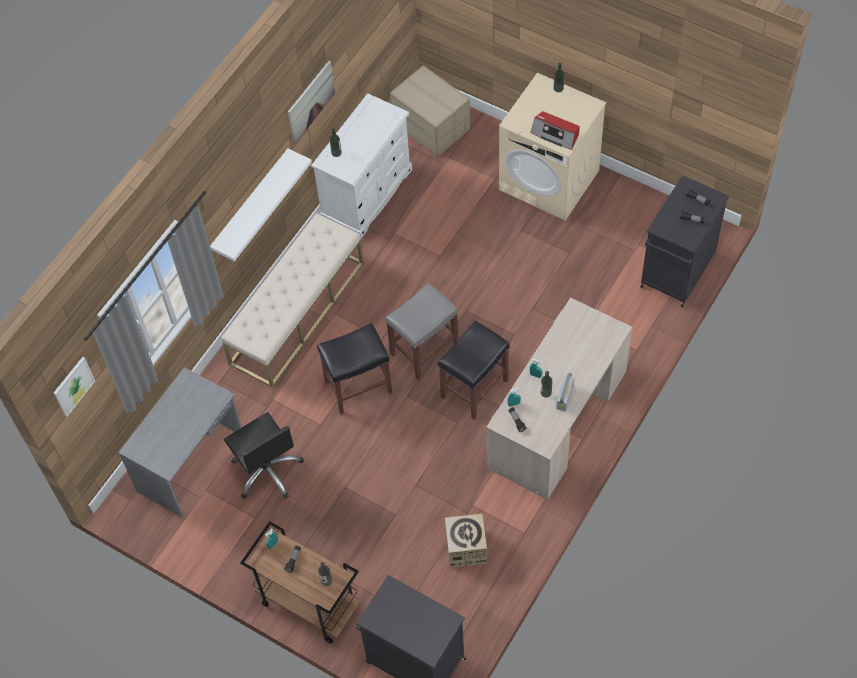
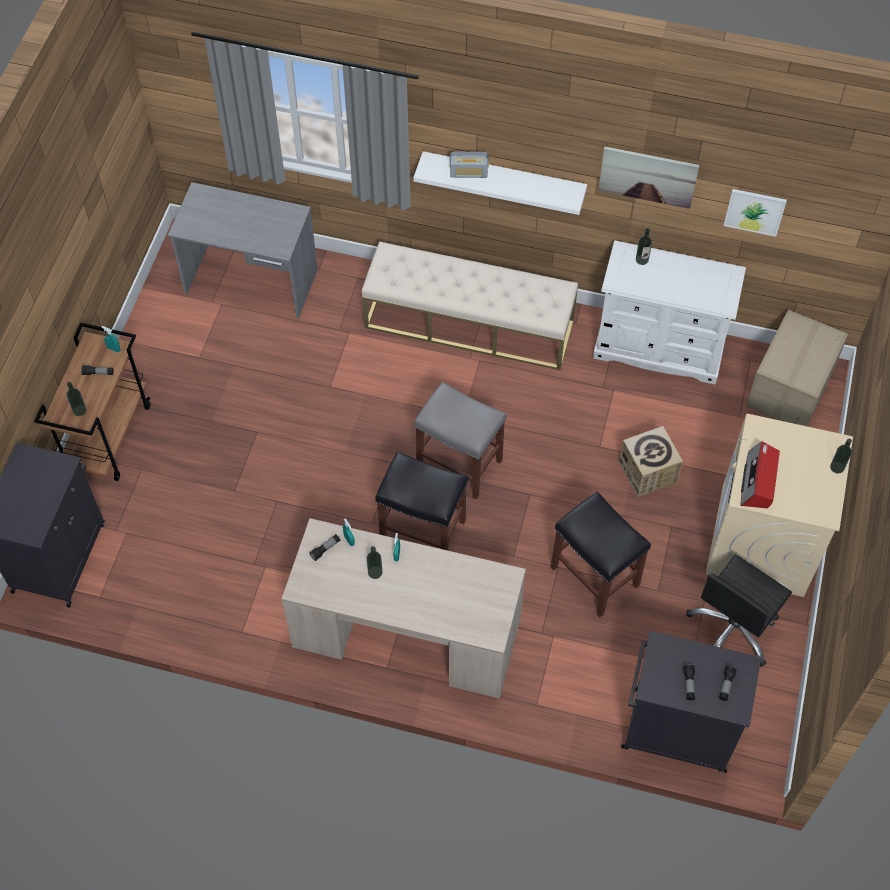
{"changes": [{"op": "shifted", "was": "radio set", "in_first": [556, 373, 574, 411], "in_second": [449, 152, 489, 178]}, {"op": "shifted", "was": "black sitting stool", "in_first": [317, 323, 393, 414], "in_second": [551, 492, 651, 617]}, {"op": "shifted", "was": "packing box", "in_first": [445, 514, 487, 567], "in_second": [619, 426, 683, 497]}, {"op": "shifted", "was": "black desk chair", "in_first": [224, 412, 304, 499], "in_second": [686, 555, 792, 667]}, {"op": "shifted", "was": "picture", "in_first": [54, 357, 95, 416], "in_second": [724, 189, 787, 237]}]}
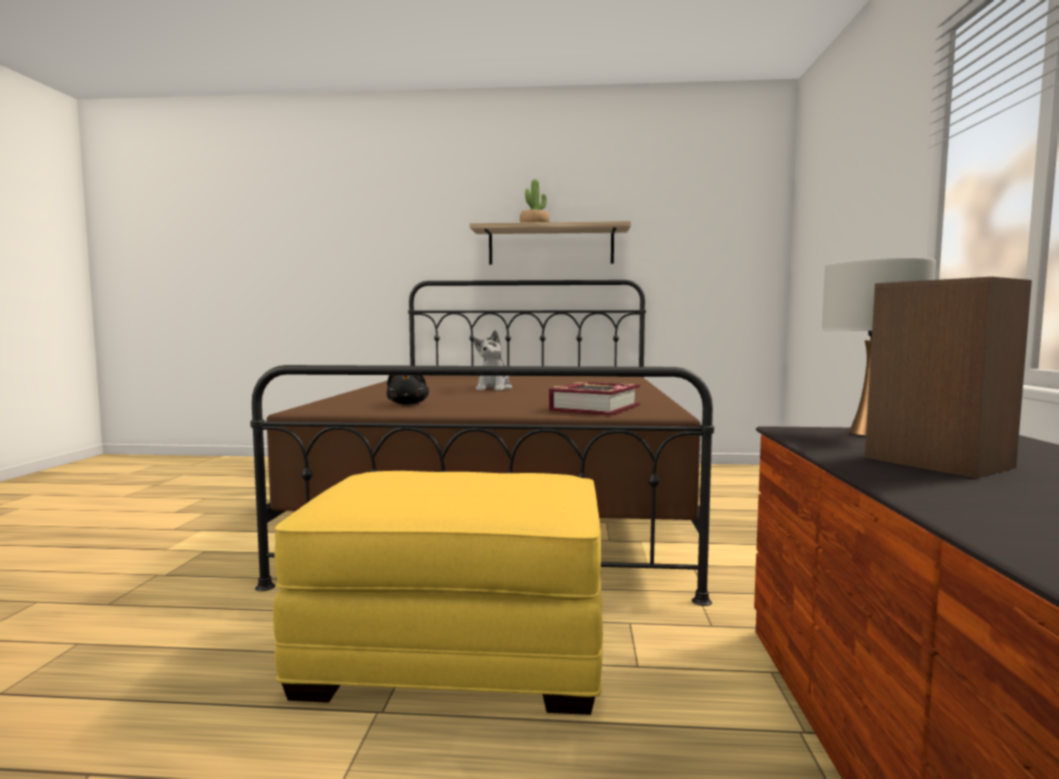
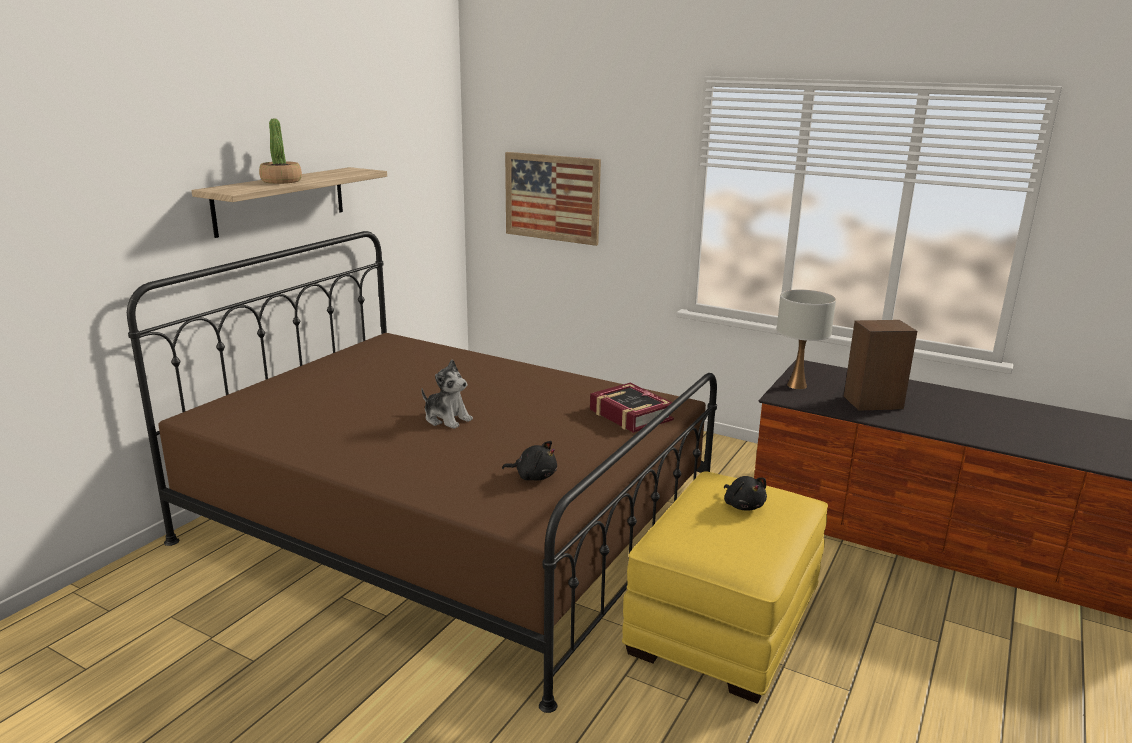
{"changes": [{"op": "new", "now": "picture", "in_second": [505, 152, 601, 246]}, {"op": "new", "now": "black soft toy", "in_second": [724, 476, 767, 511]}]}
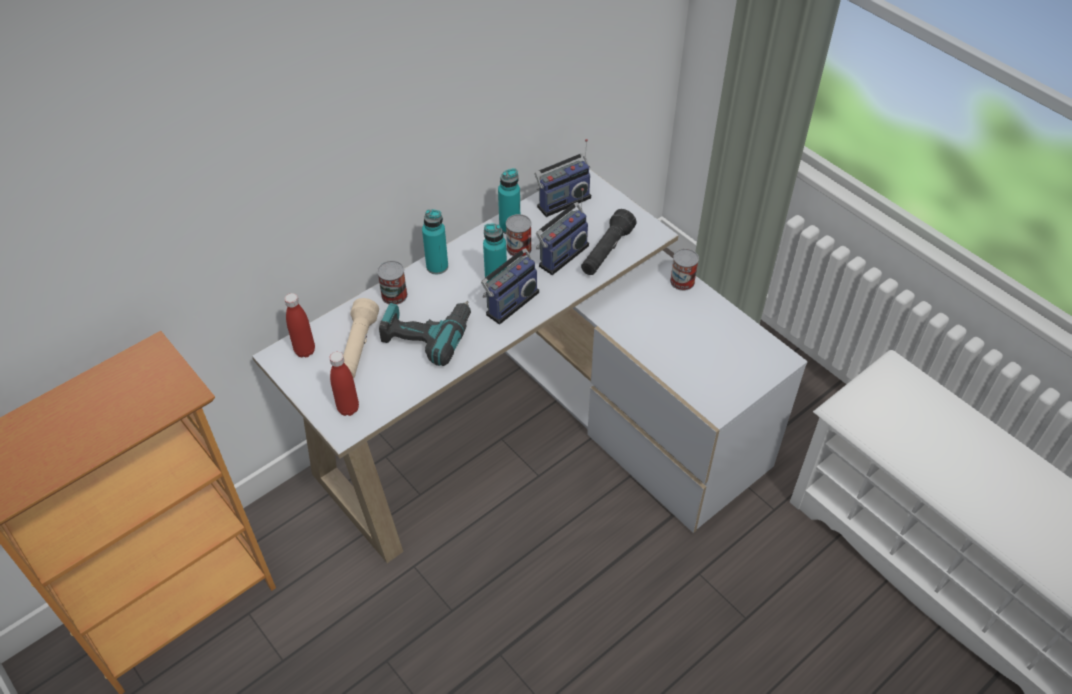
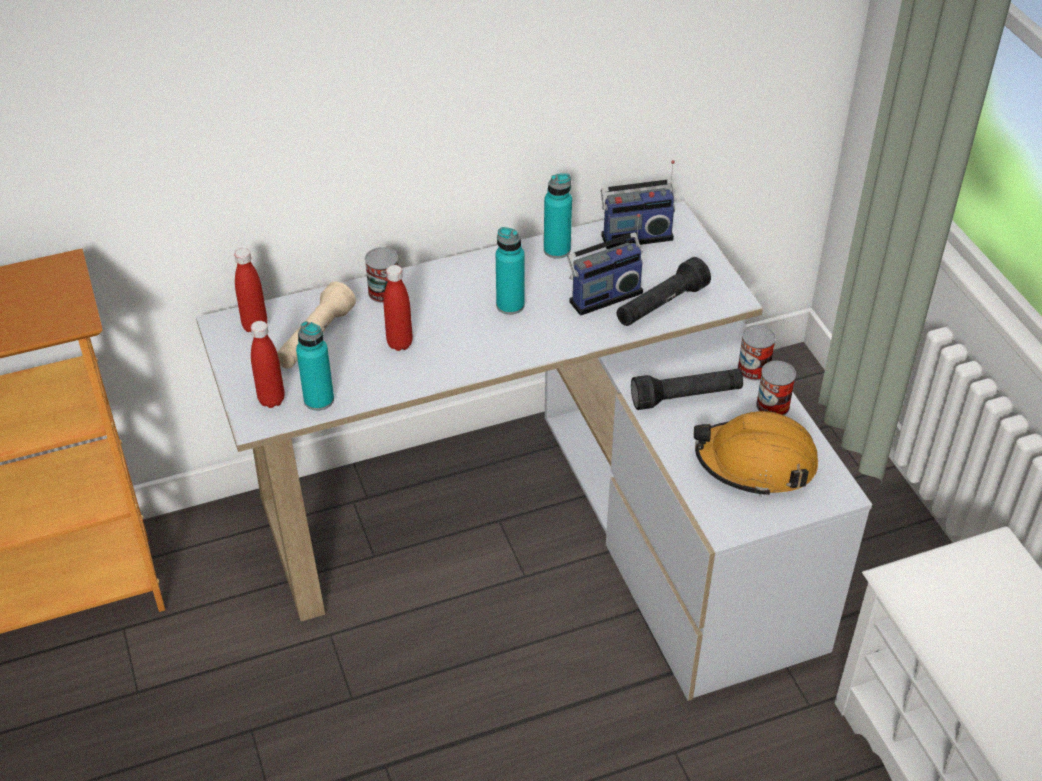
{"changes": [{"op": "shifted", "was": "turquoise-coloured drink bottle", "in_first": [422, 209, 448, 274], "in_second": [296, 321, 334, 411]}, {"op": "swapped", "was": "electric drill", "now": "red drink bottle", "in_first": [379, 301, 471, 366], "in_second": [384, 265, 413, 351]}, {"op": "new", "now": "black flashlight", "in_second": [631, 369, 743, 410]}, {"op": "new", "now": "orangey safety helmet", "in_second": [694, 411, 818, 497]}, {"op": "shifted", "was": "metal can", "in_first": [506, 214, 532, 258], "in_second": [756, 361, 796, 415]}, {"op": "gone", "was": "radio set", "in_first": [481, 235, 539, 324]}]}
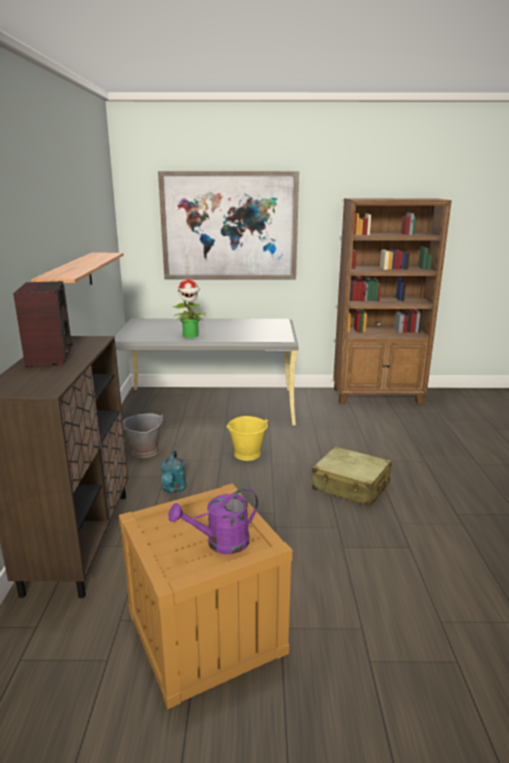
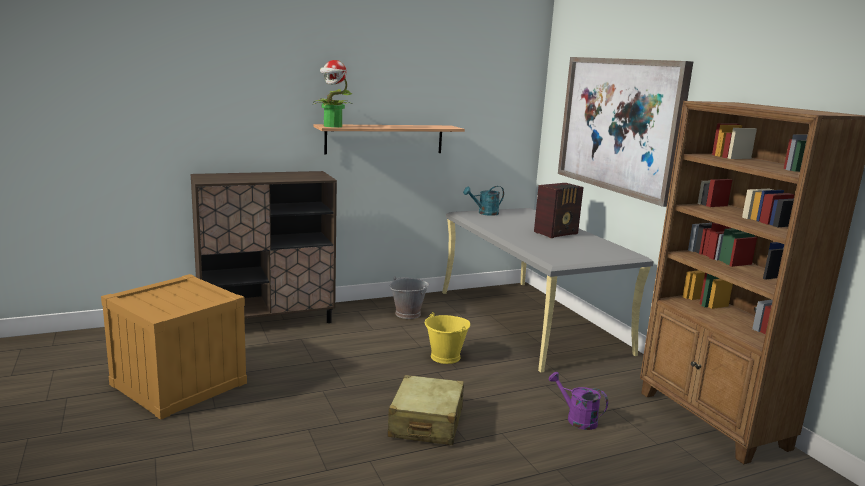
{"changes": [{"op": "shifted", "was": "potted plant", "in_first": [173, 279, 206, 338], "in_second": [312, 60, 353, 127]}, {"op": "shifted", "was": "turquoise-coloured watering pot", "in_first": [161, 451, 187, 494], "in_second": [463, 186, 504, 216]}, {"op": "shifted", "was": "radio set", "in_first": [13, 281, 73, 367], "in_second": [534, 183, 584, 238]}, {"op": "shifted", "was": "purple-coloured watering pot", "in_first": [169, 488, 258, 554], "in_second": [549, 372, 608, 430]}]}
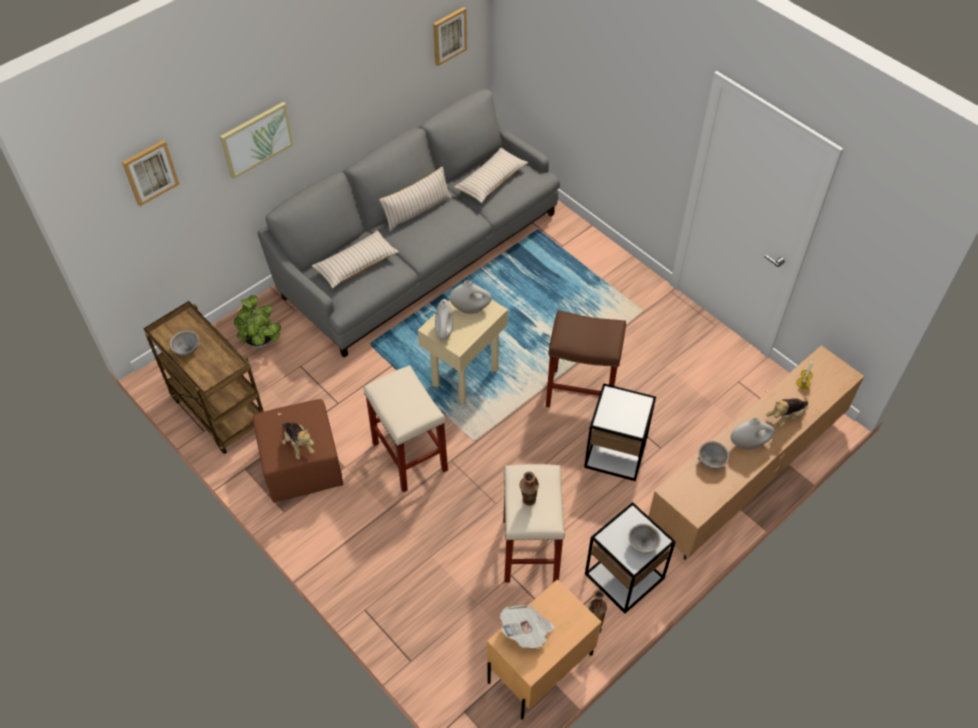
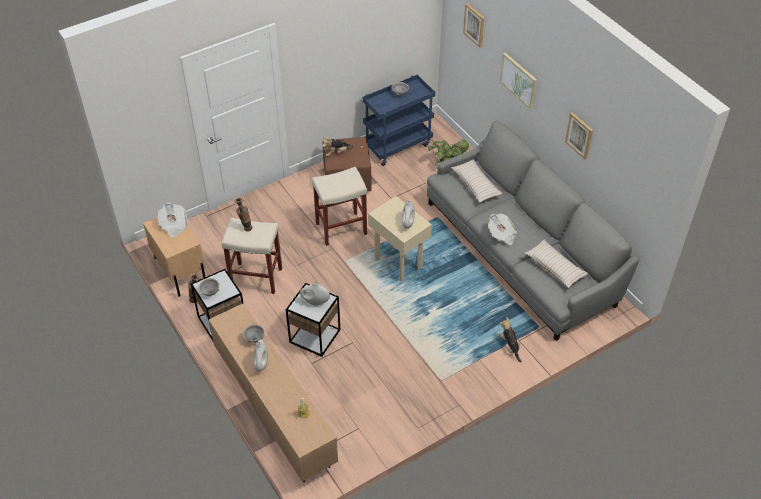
{"changes": [{"op": "shifted", "was": "white decorative vase", "in_first": [435, 299, 453, 340], "in_second": [300, 282, 330, 306]}, {"op": "repainted", "was": "brown-coloured trolley", "now": "blue-coloured trolley", "in_first": [143, 301, 264, 454], "in_second": [363, 75, 435, 166]}, {"op": "new", "now": "newspaper", "in_second": [488, 214, 517, 245]}, {"op": "shifted", "was": "soft toy", "in_first": [766, 398, 808, 428], "in_second": [500, 318, 522, 362]}, {"op": "shifted", "was": "picture", "in_first": [433, 7, 467, 66], "in_second": [565, 112, 593, 159]}, {"op": "gone", "was": "beige cushion", "in_first": [379, 166, 452, 231]}, {"op": "gone", "was": "brown-coloured sitting stool", "in_first": [546, 310, 626, 407]}]}
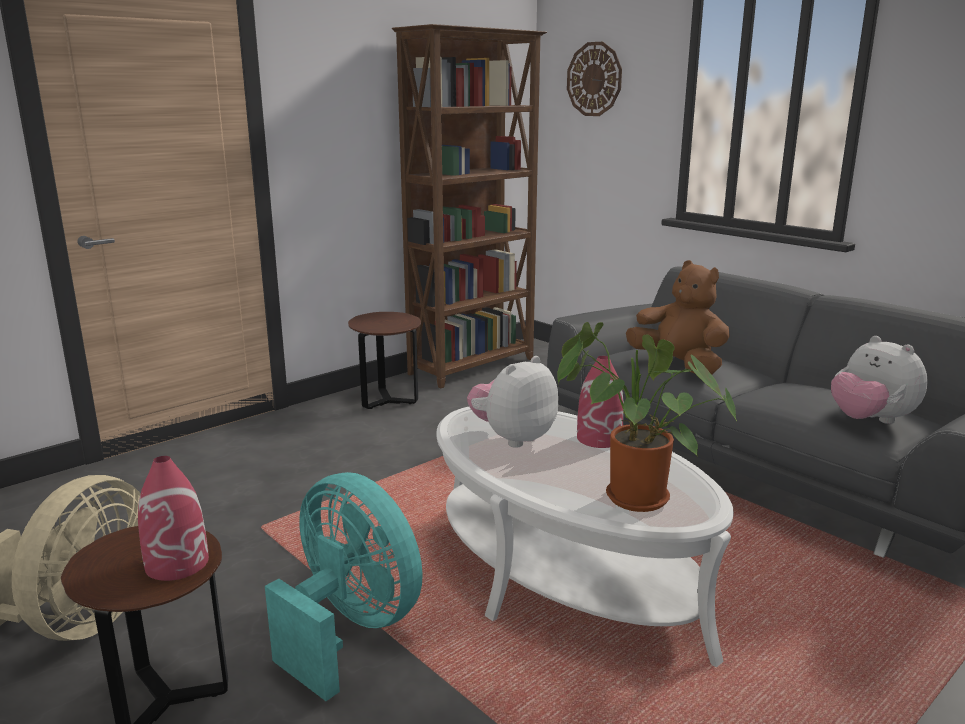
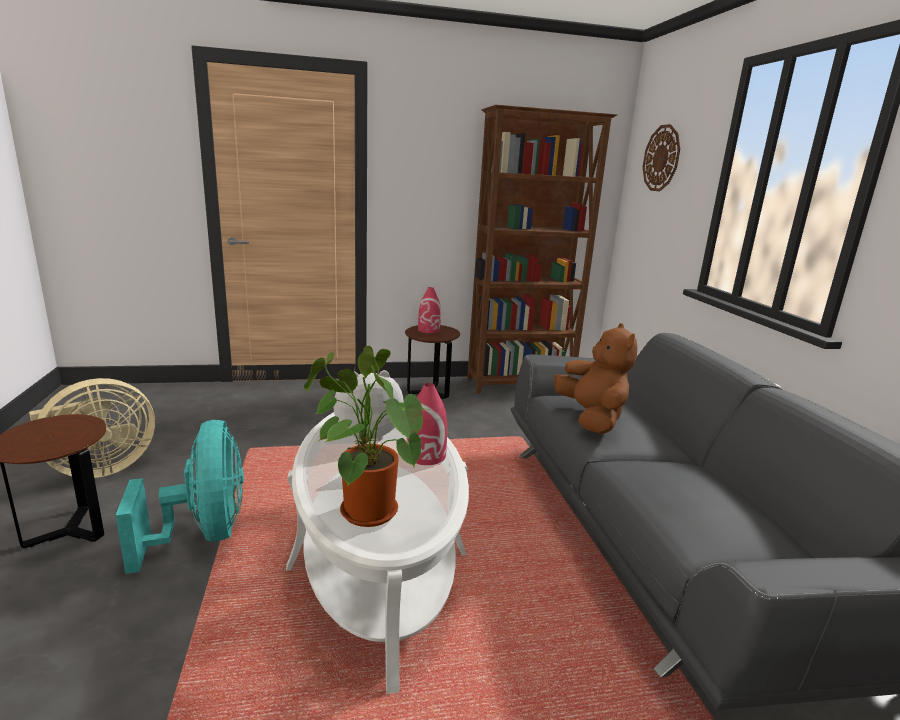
{"changes": [{"op": "shifted", "was": "red decorative vase", "in_first": [138, 456, 209, 581], "in_second": [418, 287, 441, 333]}, {"op": "gone", "was": "soft toy", "in_first": [831, 336, 928, 424]}]}
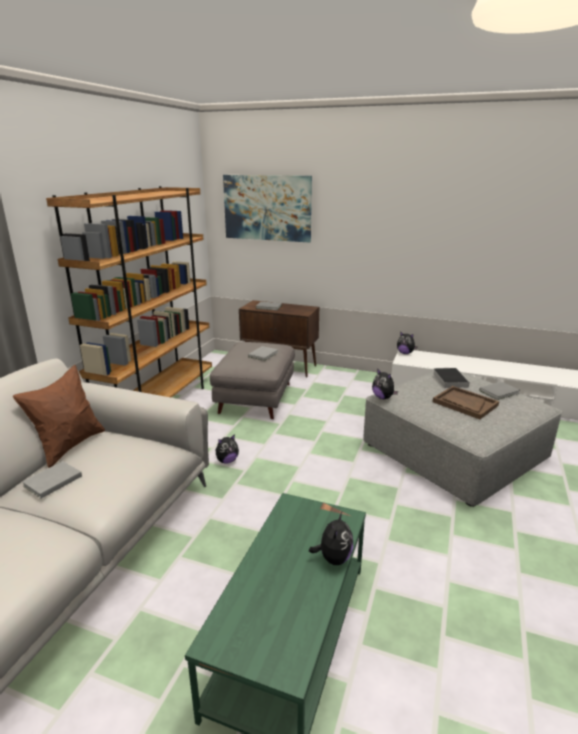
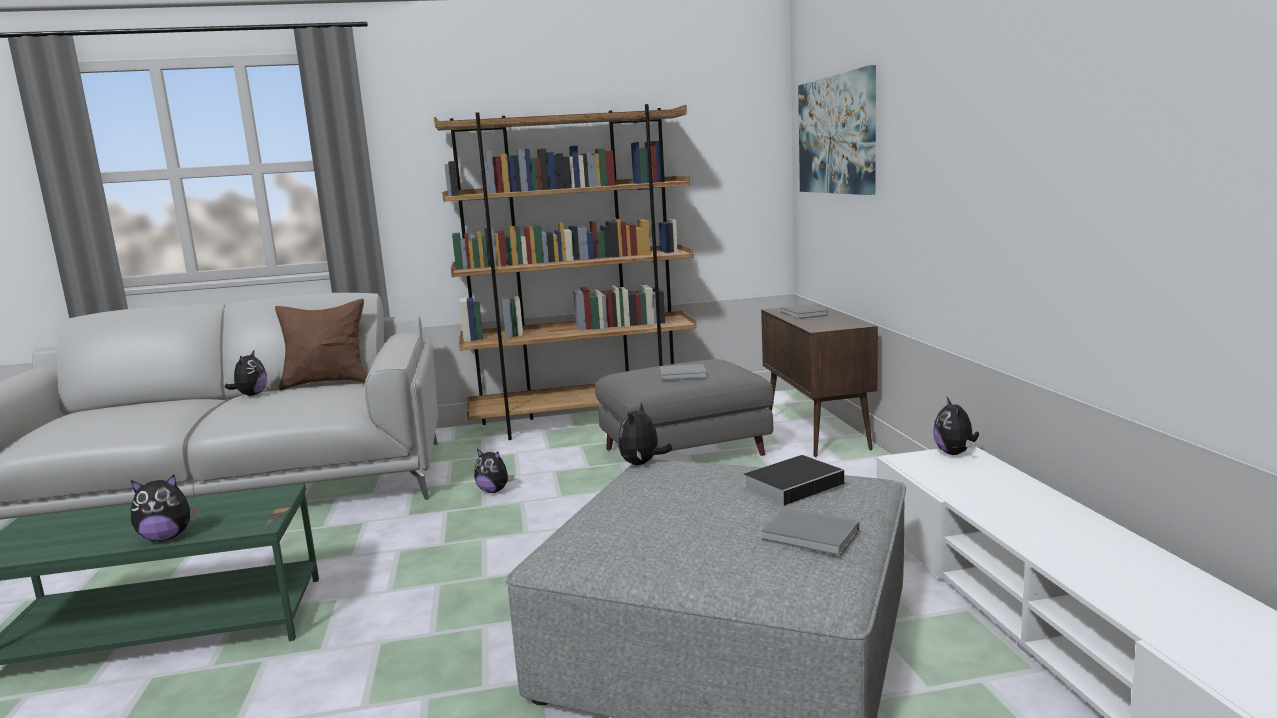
{"changes": [{"op": "swapped", "was": "grey volume", "now": "soft toy", "in_first": [22, 461, 82, 498], "in_second": [225, 350, 267, 396]}, {"op": "gone", "was": "brown-coloured serving tray", "in_first": [432, 386, 499, 419]}]}
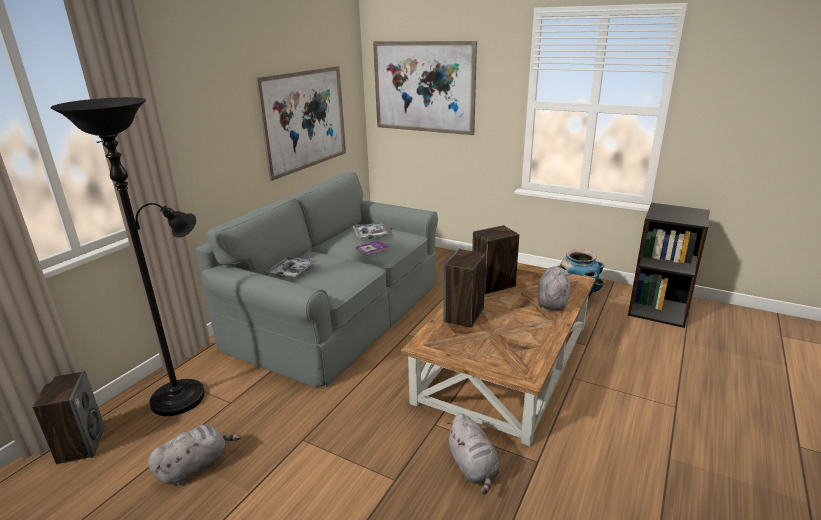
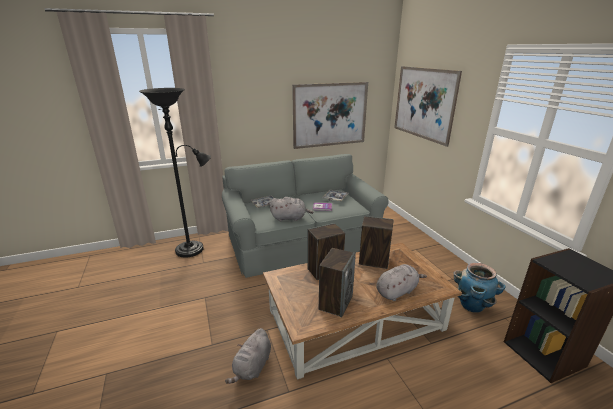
{"changes": [{"op": "shifted", "was": "grey soft toy", "in_first": [148, 424, 241, 485], "in_second": [270, 197, 314, 221]}, {"op": "shifted", "was": "audio speaker", "in_first": [32, 371, 105, 464], "in_second": [319, 248, 356, 318]}]}
